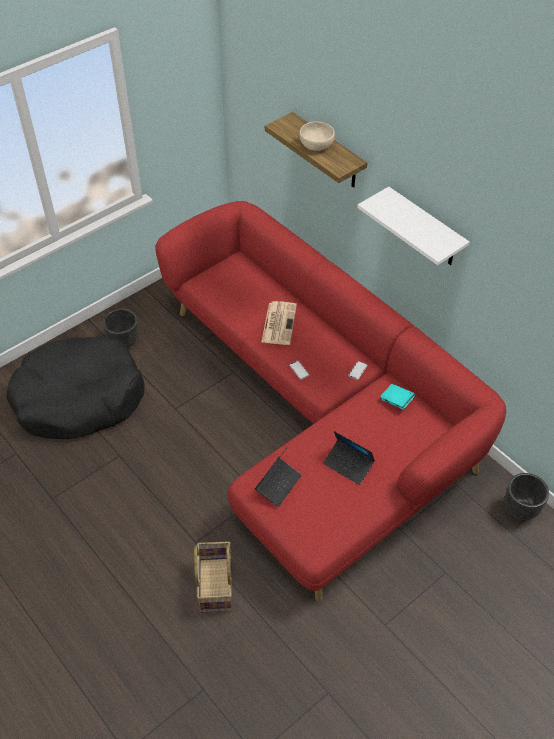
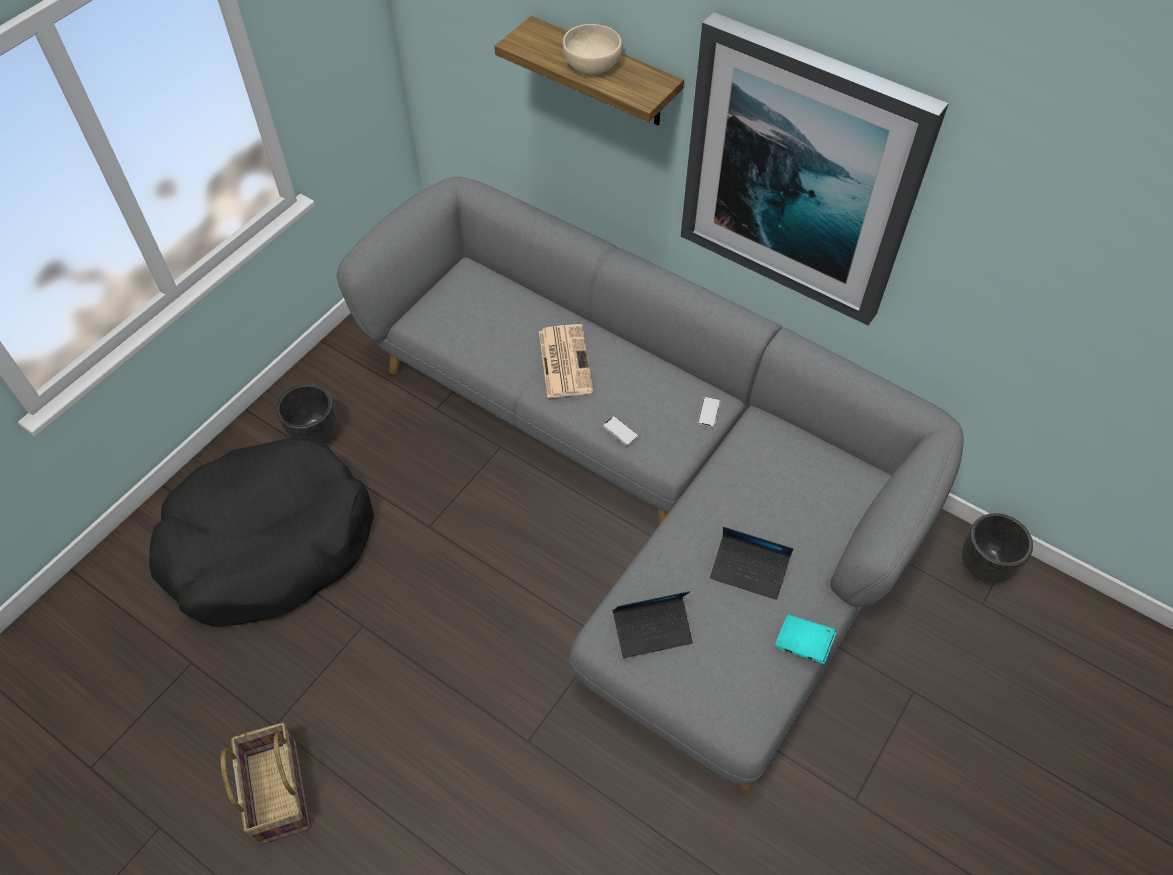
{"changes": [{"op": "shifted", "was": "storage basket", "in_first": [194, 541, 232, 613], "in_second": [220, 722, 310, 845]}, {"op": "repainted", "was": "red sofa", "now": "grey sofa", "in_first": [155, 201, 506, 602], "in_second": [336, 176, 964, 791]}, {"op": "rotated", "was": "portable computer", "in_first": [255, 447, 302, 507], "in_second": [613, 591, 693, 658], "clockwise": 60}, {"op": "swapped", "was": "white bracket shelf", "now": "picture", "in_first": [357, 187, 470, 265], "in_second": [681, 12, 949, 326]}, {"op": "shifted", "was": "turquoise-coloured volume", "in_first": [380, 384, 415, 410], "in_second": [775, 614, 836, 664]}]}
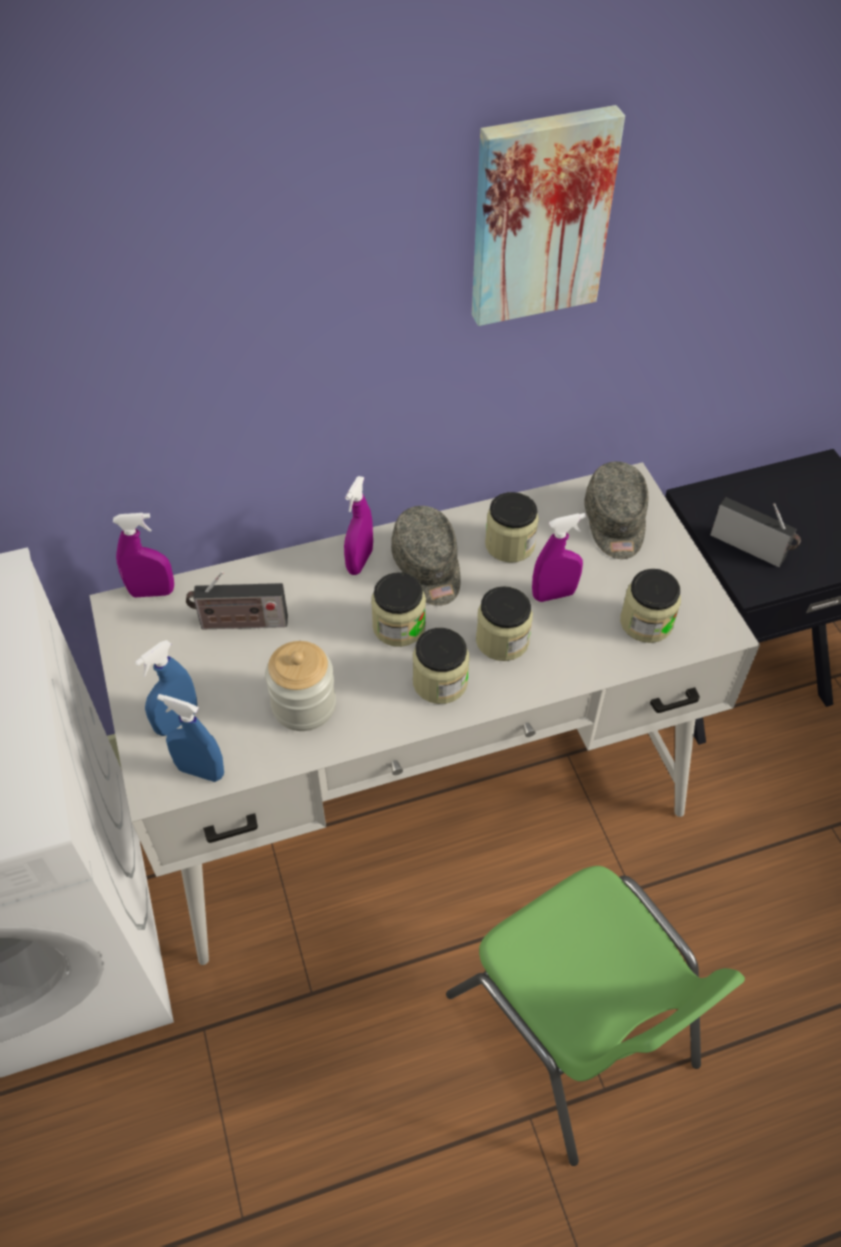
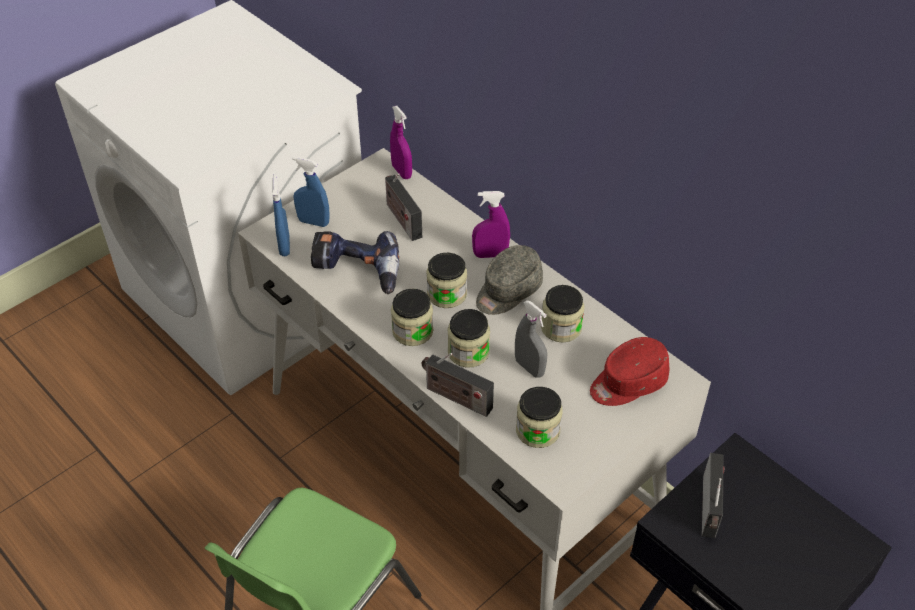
{"changes": [{"op": "swapped", "was": "preserve jar", "now": "electric drill", "in_first": [265, 641, 336, 731], "in_second": [311, 231, 399, 294]}, {"op": "new", "now": "radio set", "in_second": [421, 353, 494, 417]}, {"op": "repainted", "was": "purple-coloured hand sprayer", "now": "grey hand sprayer", "in_first": [532, 513, 586, 602], "in_second": [515, 300, 547, 378]}, {"op": "repainted", "was": "grey cap", "now": "red cap", "in_first": [584, 461, 648, 559], "in_second": [590, 337, 670, 406]}, {"op": "gone", "was": "picture", "in_first": [472, 105, 625, 326]}]}
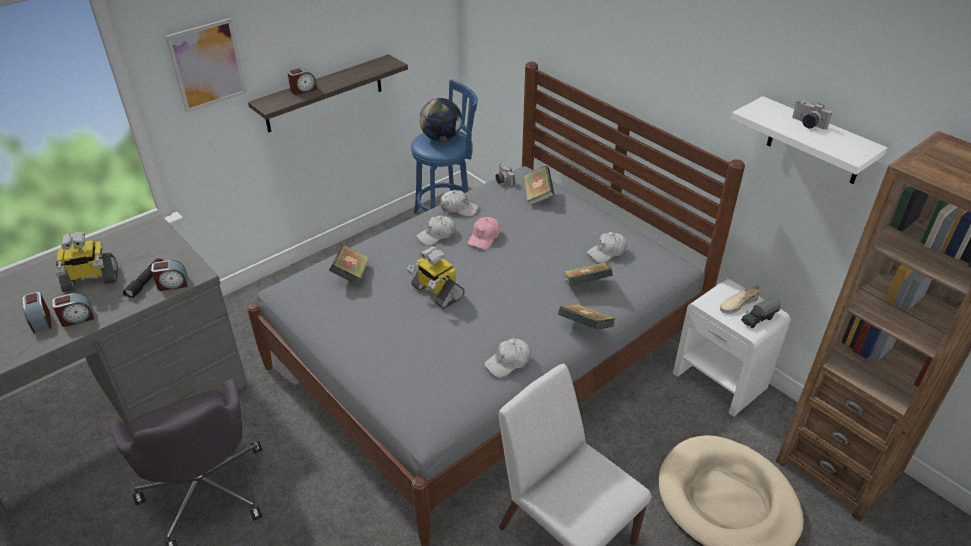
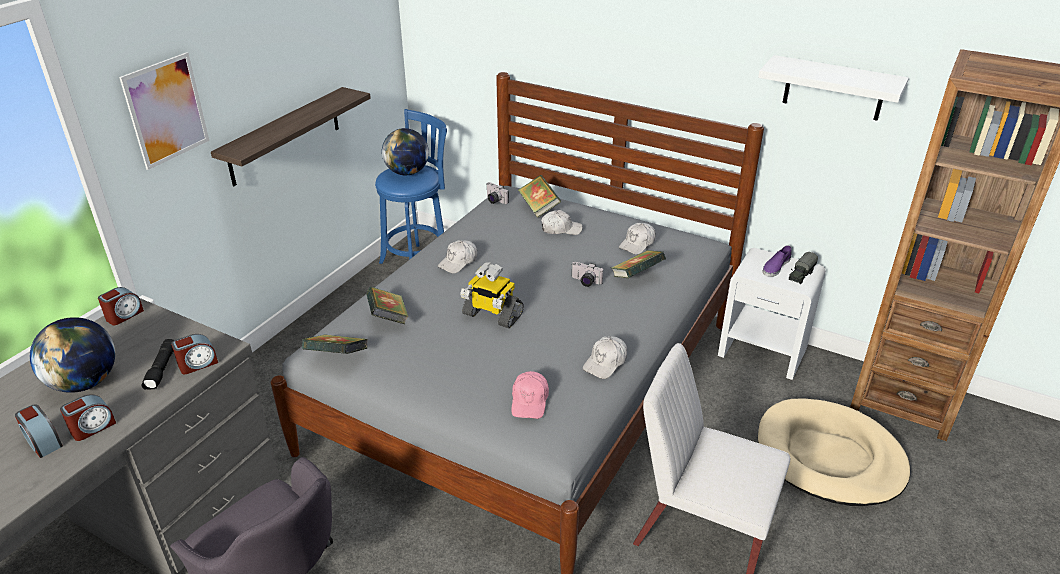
{"changes": [{"op": "swapped", "was": "model robot", "now": "world globe", "in_first": [54, 231, 118, 292], "in_second": [30, 317, 115, 393]}, {"op": "shifted", "was": "bedside clock", "in_first": [287, 68, 317, 95], "in_second": [98, 287, 144, 325]}, {"op": "shifted", "was": "volume", "in_first": [558, 304, 616, 330], "in_second": [302, 334, 368, 354]}, {"op": "shifted", "was": "pink cap", "in_first": [468, 217, 500, 250], "in_second": [511, 371, 549, 419]}, {"op": "shifted", "was": "white cap", "in_first": [440, 190, 479, 217], "in_second": [541, 210, 583, 235]}, {"op": "shifted", "was": "still camera", "in_first": [792, 100, 832, 129], "in_second": [572, 262, 603, 287]}, {"op": "repainted", "was": "beige item of footwear", "now": "purple-coloured item of footwear", "in_first": [720, 285, 760, 314], "in_second": [762, 246, 792, 277]}]}
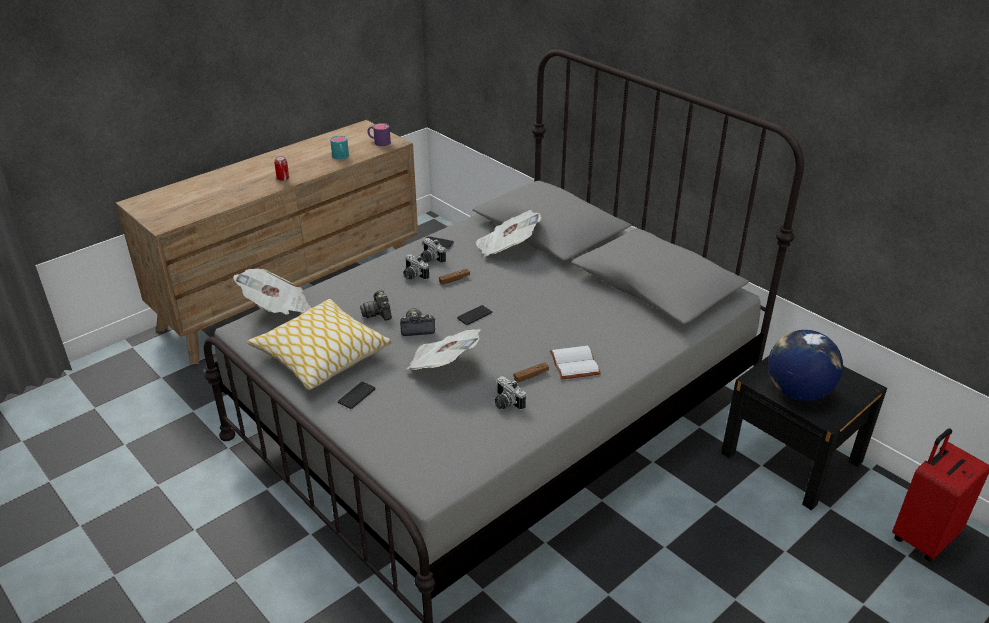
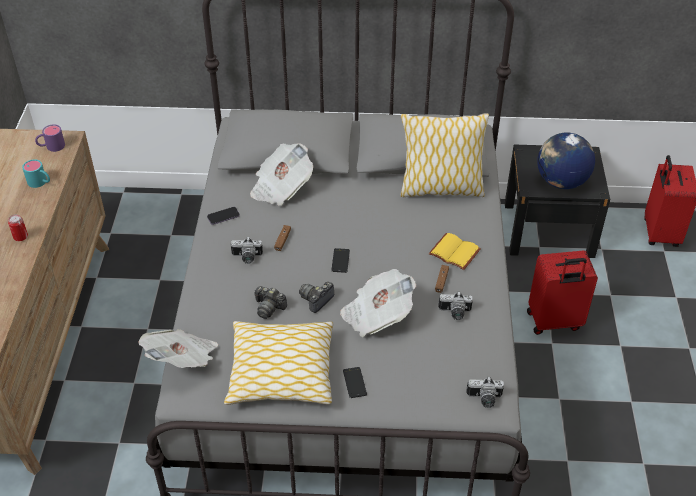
{"changes": [{"op": "new", "now": "cushion", "in_second": [400, 113, 489, 197]}, {"op": "repainted", "was": "white volume", "now": "yellow volume", "in_first": [550, 346, 601, 379], "in_second": [428, 233, 481, 270]}, {"op": "shifted", "was": "still camera", "in_first": [421, 238, 446, 263], "in_second": [466, 377, 504, 408]}, {"op": "new", "now": "red suitcase", "in_second": [527, 250, 598, 335]}]}
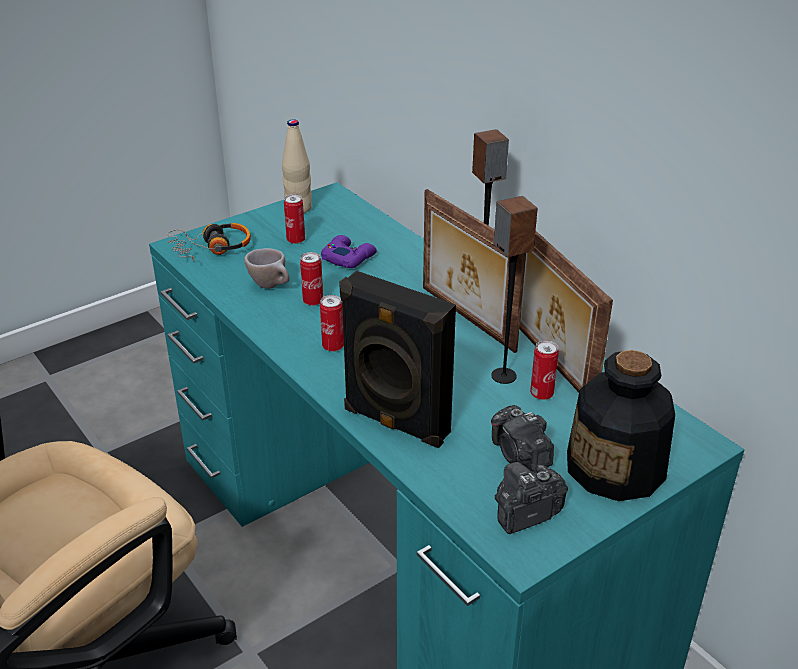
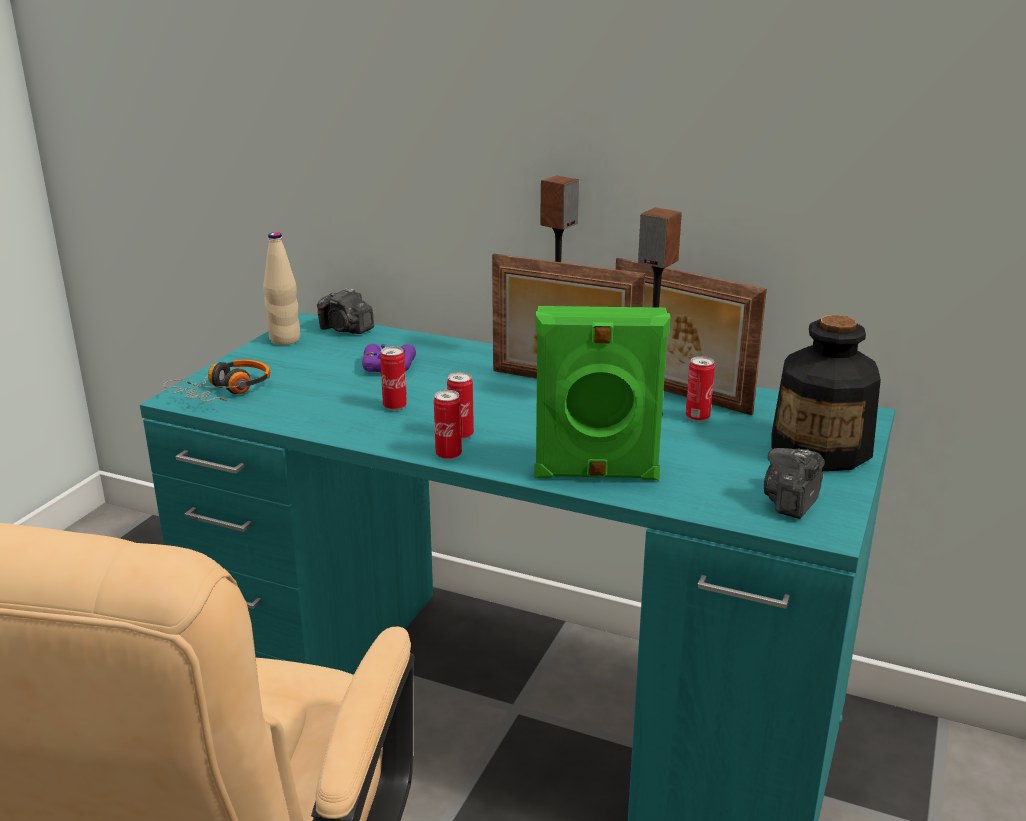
{"changes": [{"op": "shifted", "was": "still camera", "in_first": [491, 405, 554, 471], "in_second": [317, 288, 374, 334]}, {"op": "shifted", "was": "metal can", "in_first": [284, 194, 305, 244], "in_second": [434, 390, 462, 460]}, {"op": "repainted", "was": "black audio speaker", "now": "green-coloured audio speaker", "in_first": [339, 271, 456, 448], "in_second": [534, 306, 670, 480]}, {"op": "gone", "was": "beige cup", "in_first": [244, 248, 289, 289]}]}
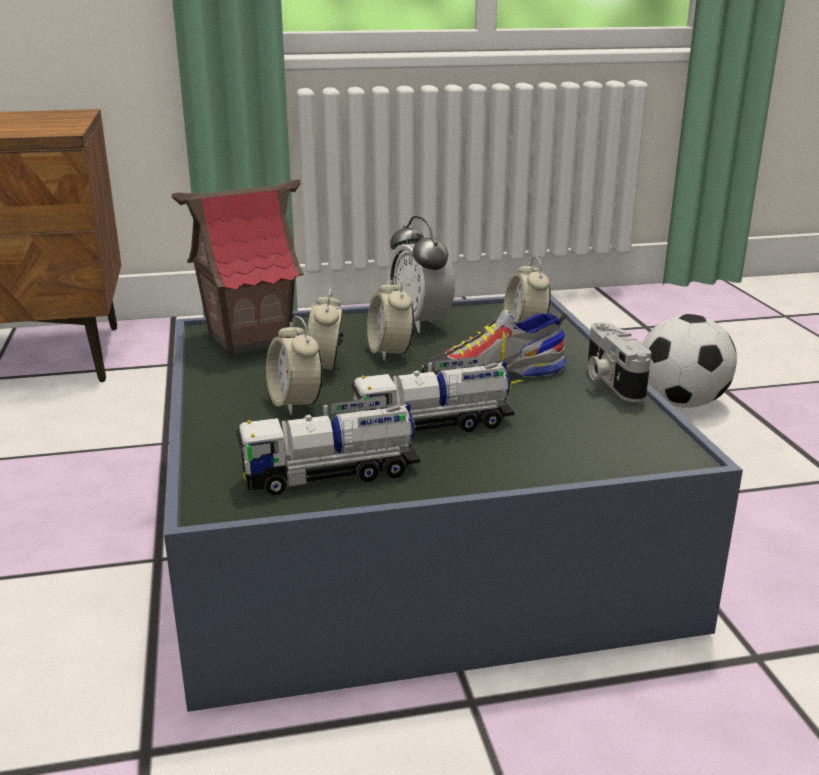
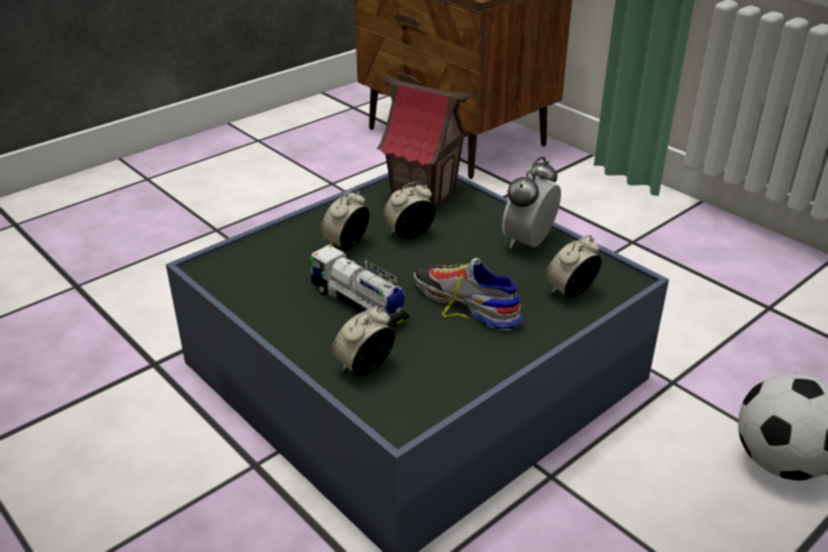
{"changes": [{"op": "shifted", "was": "bedside clock", "in_first": [367, 274, 414, 361], "in_second": [332, 306, 395, 376]}, {"op": "gone", "was": "model truck", "in_first": [236, 397, 420, 495]}, {"op": "gone", "was": "still camera", "in_first": [588, 322, 651, 402]}]}
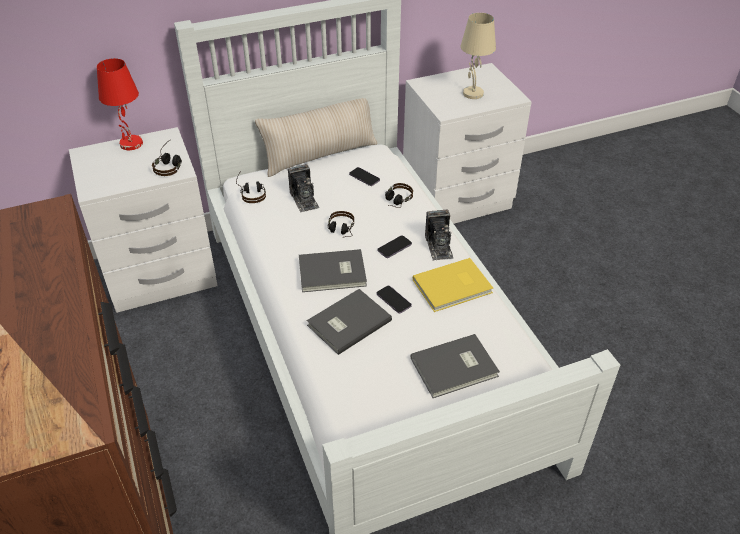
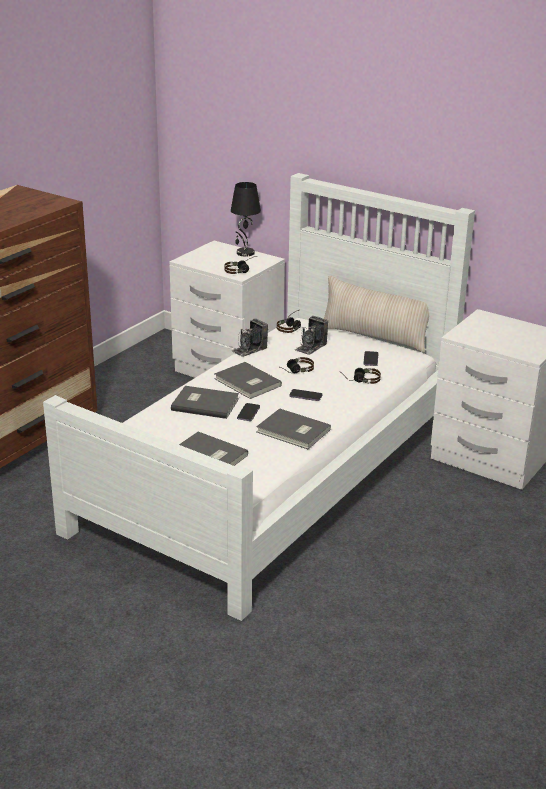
{"changes": [{"op": "repainted", "was": "red tabletop lamp", "now": "black tabletop lamp", "in_first": [97, 58, 143, 150], "in_second": [231, 182, 261, 257]}, {"op": "shifted", "was": "still camera", "in_first": [425, 210, 453, 261], "in_second": [232, 318, 268, 357]}, {"op": "repainted", "was": "yellow volume", "now": "grey volume", "in_first": [413, 258, 493, 312], "in_second": [256, 408, 331, 449]}, {"op": "gone", "was": "beige tabletop lamp", "in_first": [460, 13, 496, 99]}]}
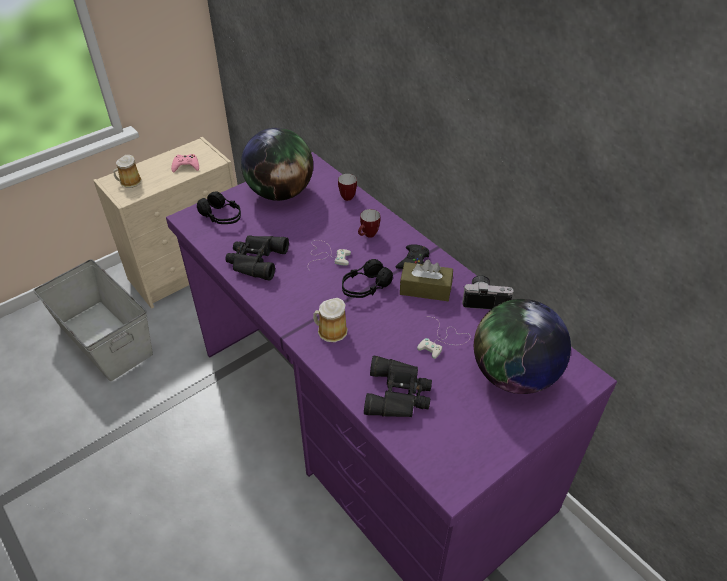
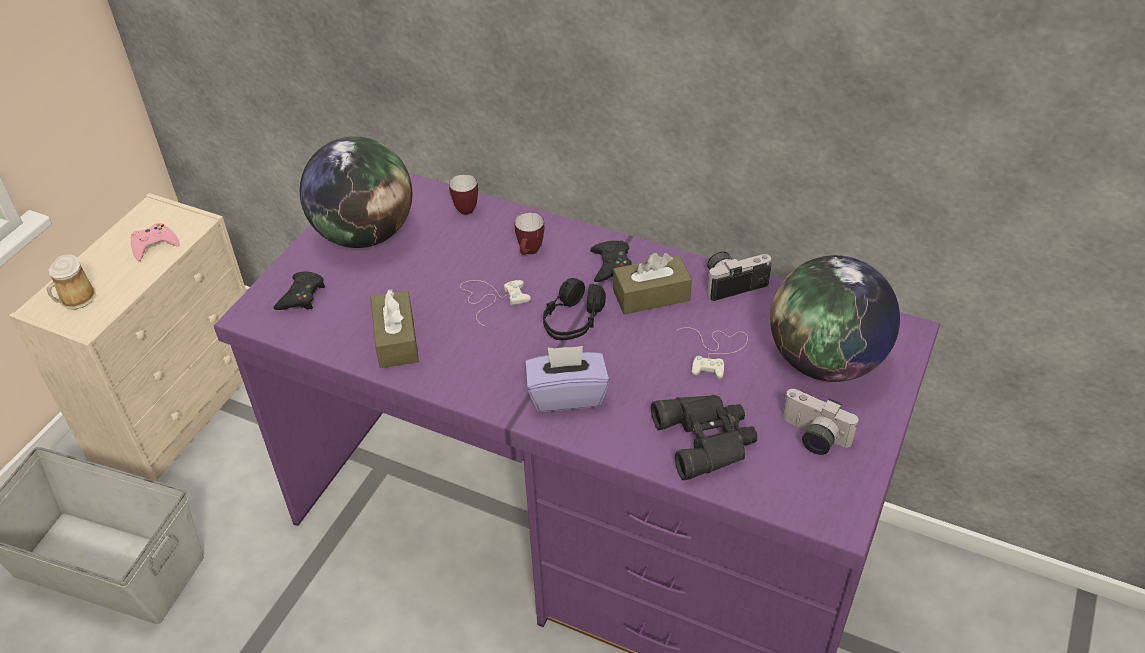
{"changes": [{"op": "swapped", "was": "black headphones", "now": "black joypad", "in_first": [197, 191, 241, 224], "in_second": [273, 272, 325, 310]}, {"op": "swapped", "was": "black pair of binoculars", "now": "brown-coloured box of tissues", "in_first": [225, 235, 289, 281], "in_second": [370, 289, 419, 368]}, {"op": "swapped", "was": "tea mug", "now": "purple-coloured box of tissues", "in_first": [313, 298, 348, 342], "in_second": [525, 346, 610, 412]}, {"op": "new", "now": "still camera", "in_second": [782, 389, 858, 455]}]}
